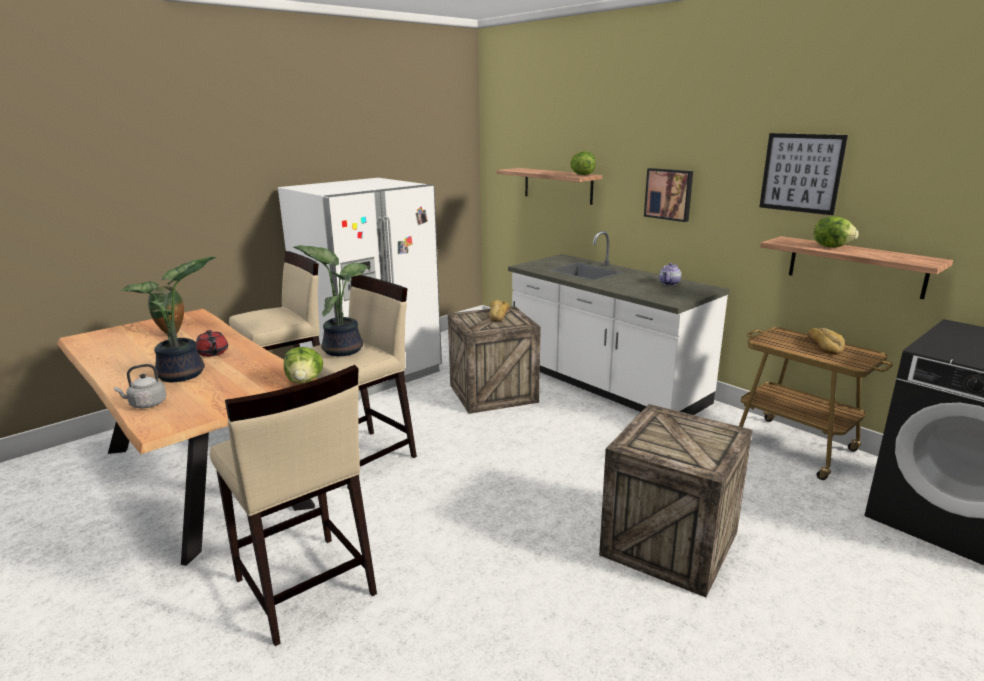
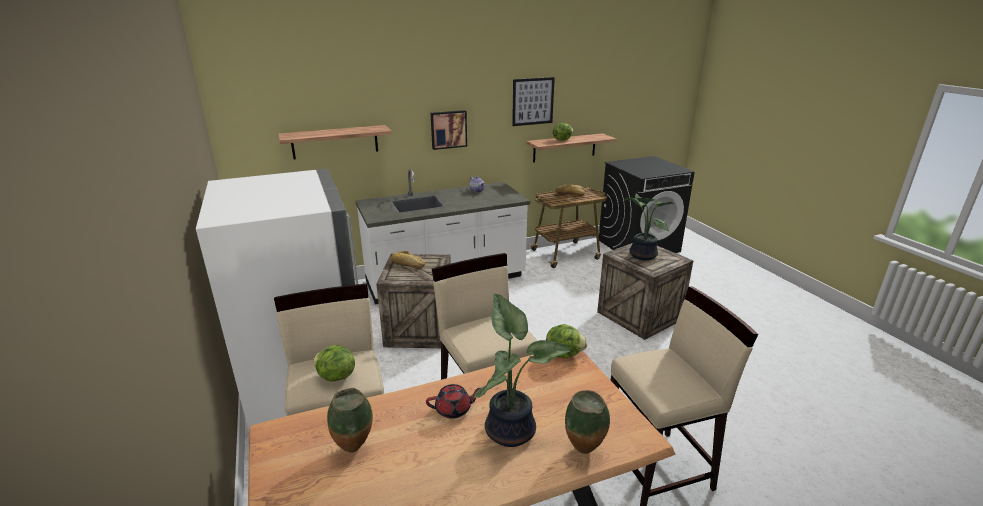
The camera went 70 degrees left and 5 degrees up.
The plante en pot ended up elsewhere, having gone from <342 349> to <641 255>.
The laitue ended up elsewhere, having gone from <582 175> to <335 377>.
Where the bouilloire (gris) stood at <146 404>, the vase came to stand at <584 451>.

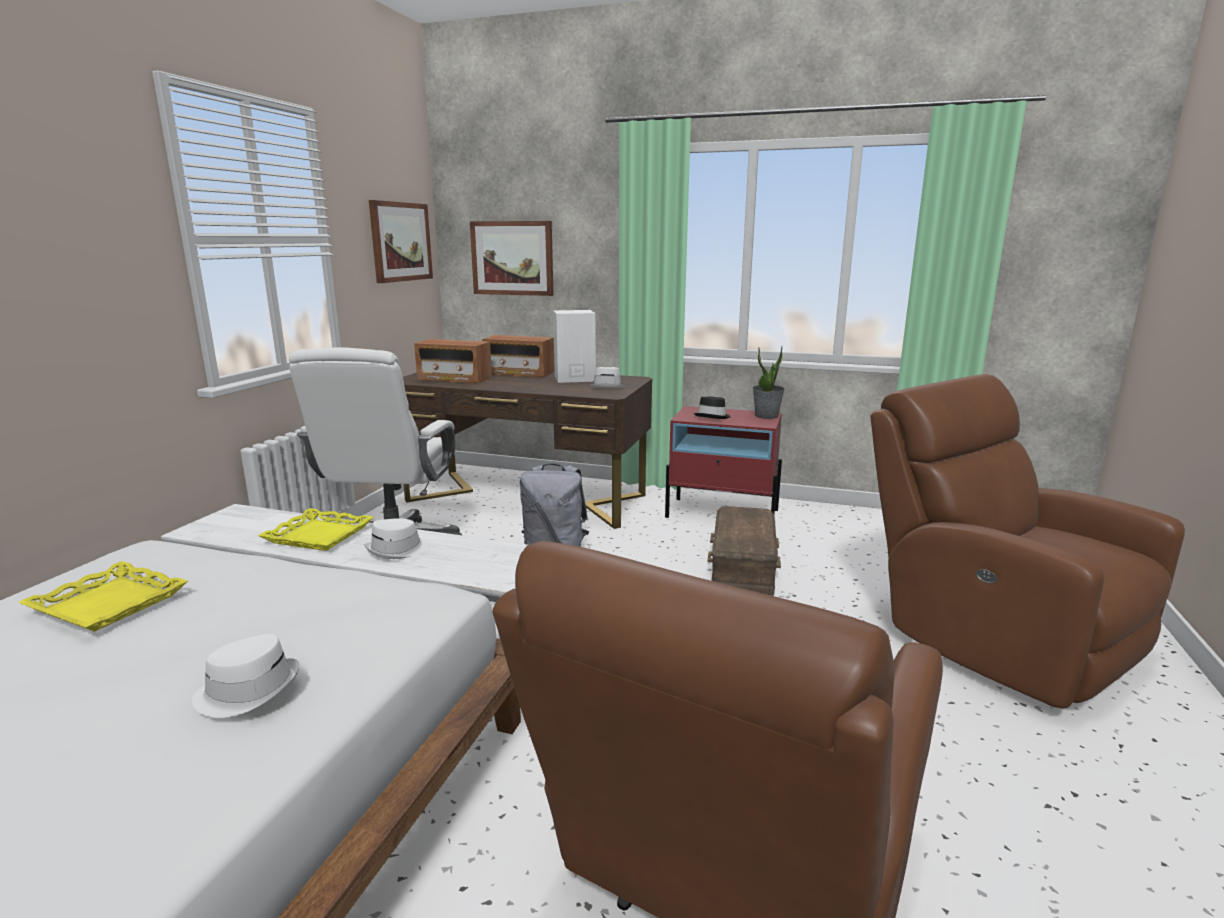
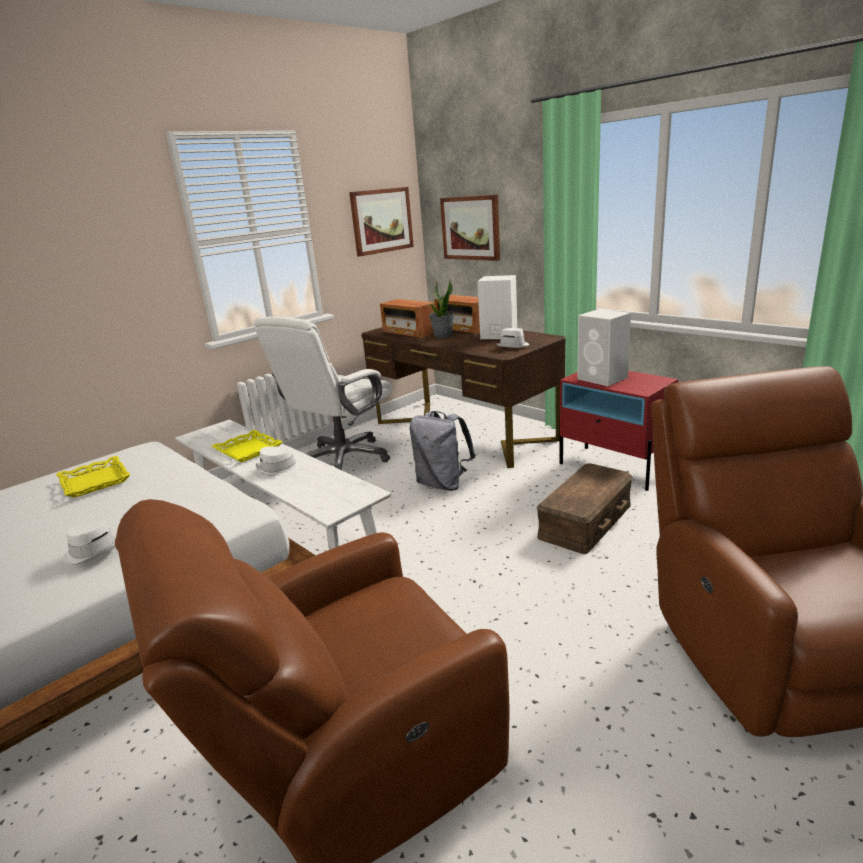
The camera went 30 degrees right and 5 degrees up.
The plante en pot ended up elsewhere, having gone from <766 416> to <443 336>.
Where the chapeau (noir) stood at <713 416>, the enceinte (blanc) came to stand at <603 378>.

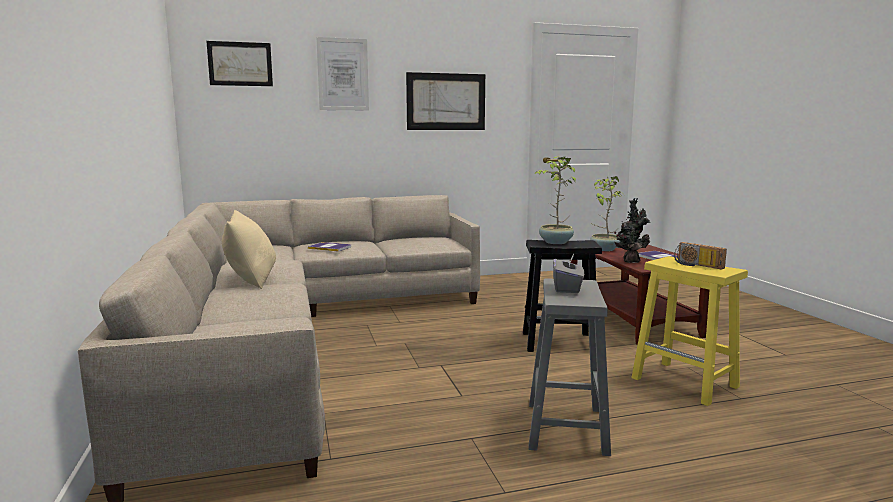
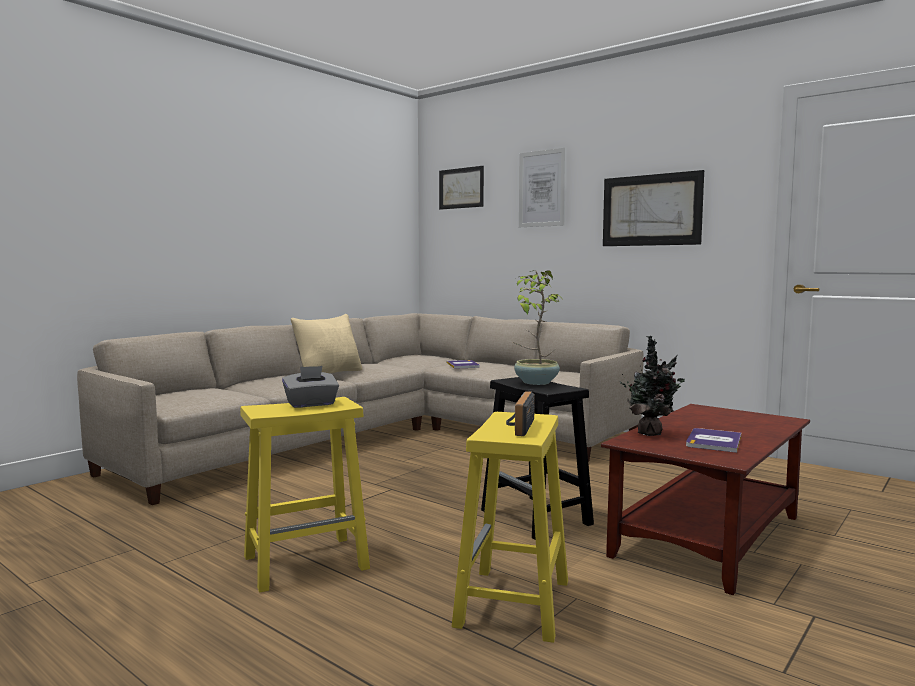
The camera went 55 degrees right and 5 degrees down.
The second view lost the plante en pot at <603 249>.
What was the tabouret (gris) at <565 427> turned into the tabouret (jaune) at <307 562>.

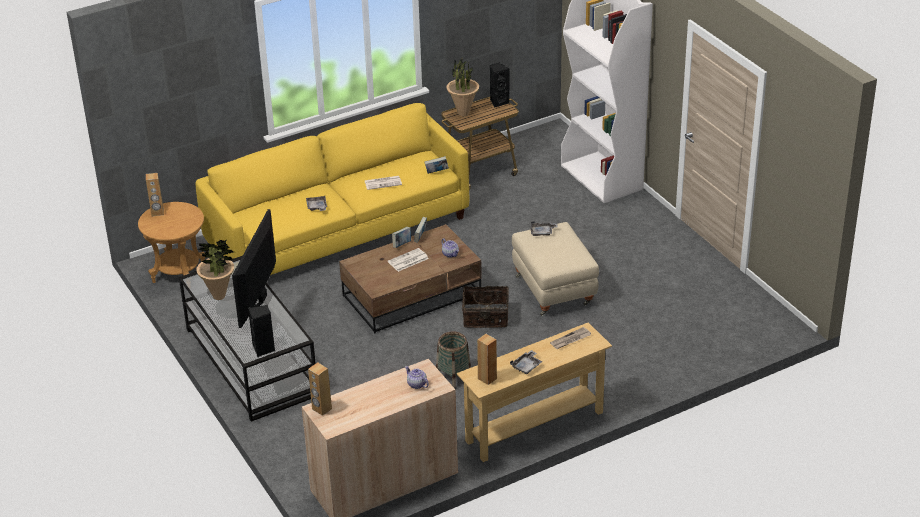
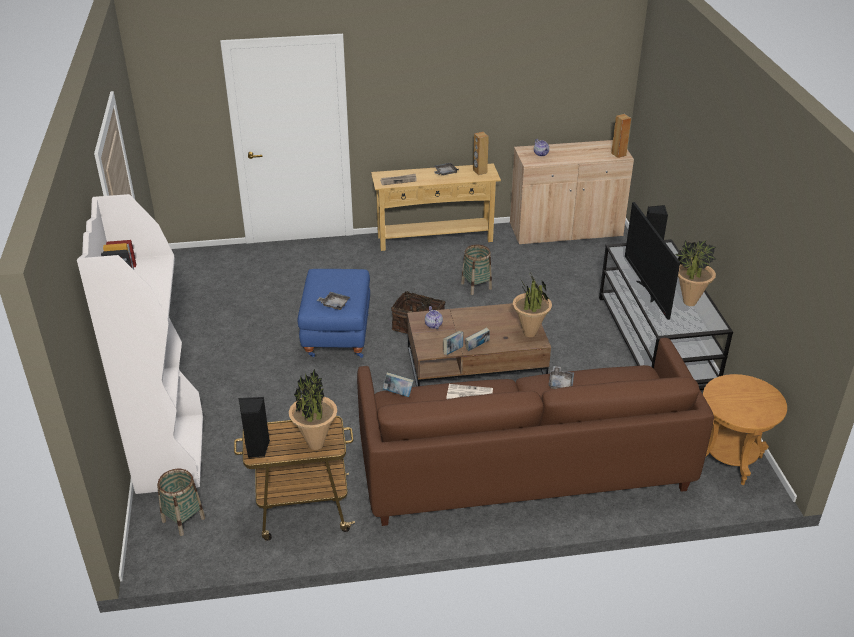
The camera went 160 degrees left and 0 degrees up.
The second view lost the enceinte (marron) at <157 212>.
The second view lost the journal at <408 260>.
The second view gained the panier at <183 519>.
The second view gained the plante en pot at <530 333>.
What was the canapé (jaune) at <338 231> turned into the canapé (marron) at <524 466>.
What was the pouf (beige) at <555 290> turned into the pouf (bleu) at <336 335>.
The téléviseur at <260 298> ended up facing another way, 135 degrees clockwise from before.

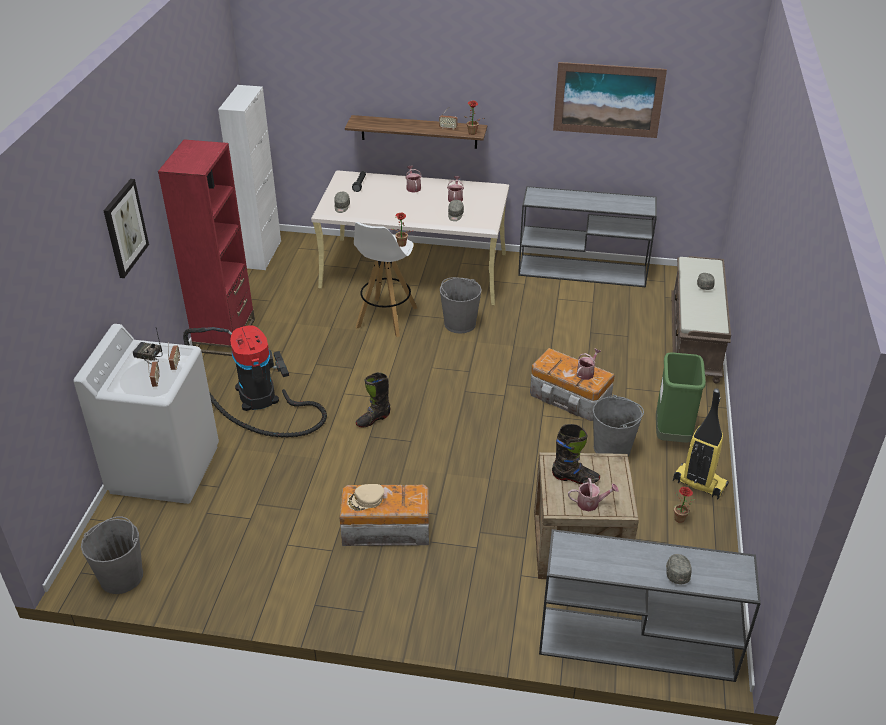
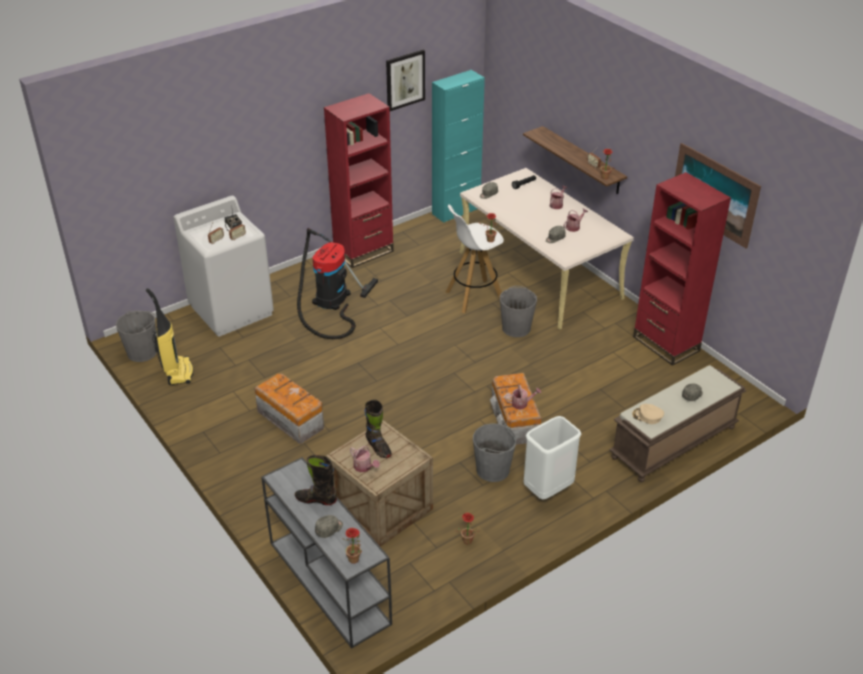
The camera went 45 degrees right and 0 degrees up.
The second view gained the plante en pot at <355 560>.
The tableau ended up elsewhere, having gone from <125 228> to <405 80>.
The casquette (beige) ended up elsewhere, having gone from <366 500> to <647 416>.
The botte (noir) ended up elsewhere, having gone from <373 419> to <316 499>.
The aspirateur ended up elsewhere, having gone from <698 483> to <178 372>.
Where the table console (gris) stood at <583 271>, the bibliothèque (rouge) came to stand at <666 344>.
What was the meuble de rangement (blanc) at <262 254> turned into the meuble de rangement (turquoise) at <456 211>.
What was the poubelle (vert) at <672 435> turned into the poubelle (blanc) at <548 490>.

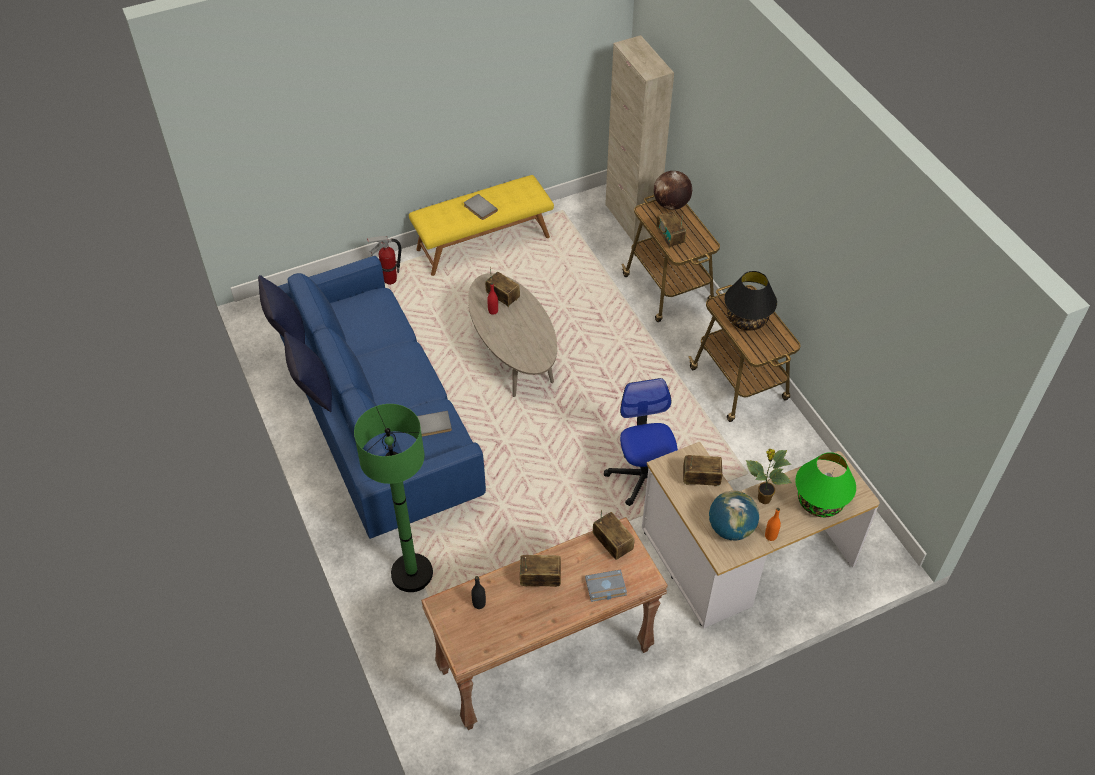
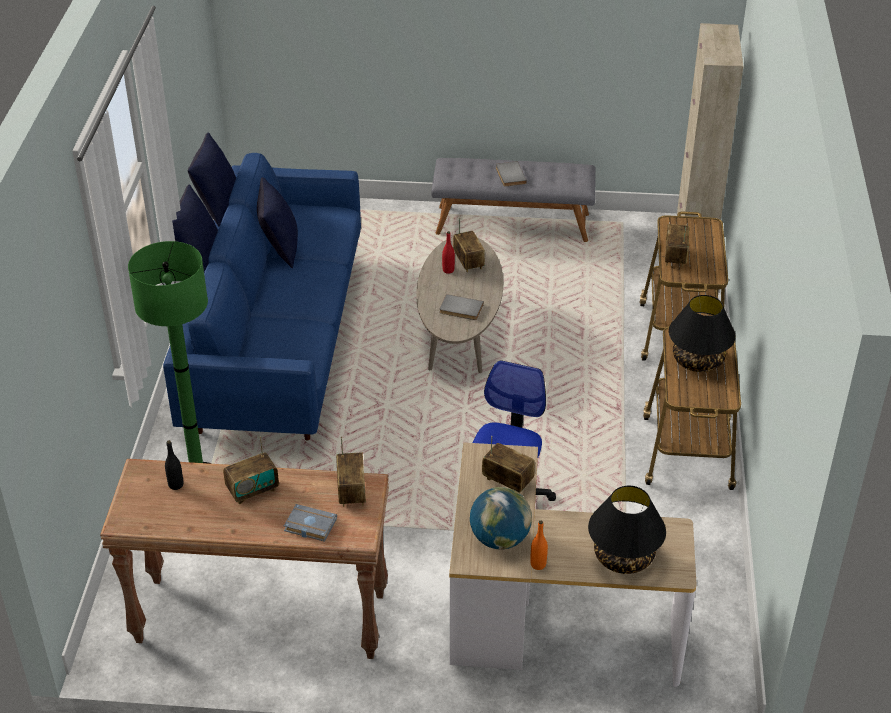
The camera went 30 degrees right and 10 degrees down.
The second view lost the extincteur at <389 280>.
The second view lost the globe at <671 205>.
The second view lost the plante en pot at <763 499>.
The second view gained the coussin (bleu) at <279 249>.
The livre (gris) ended up elsewhere, having gone from <432 426> to <460 309>.
What was the banc (jaune) at <483 243> turned into the banc (gris) at <512 223>.
What was the lampe de table (vert) at <820 502> turned into the lampe de table (noir) at <624 557>.
The radio at <540 579> ended up facing another way, 120 degrees clockwise from before.

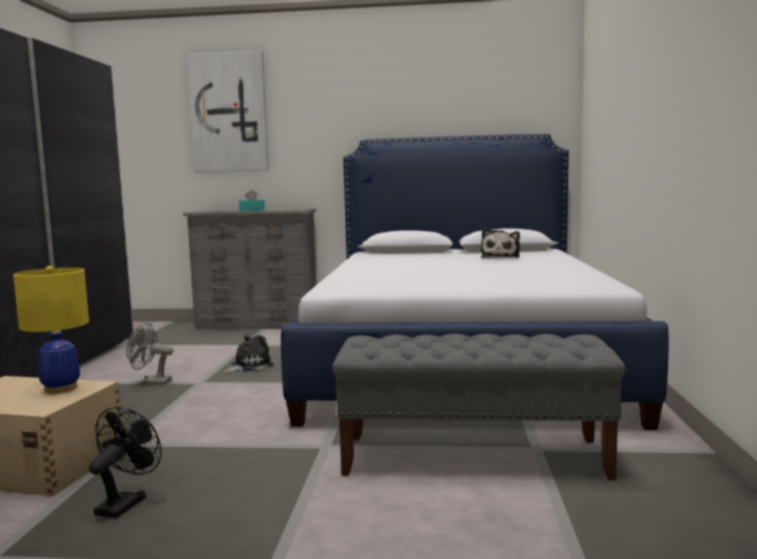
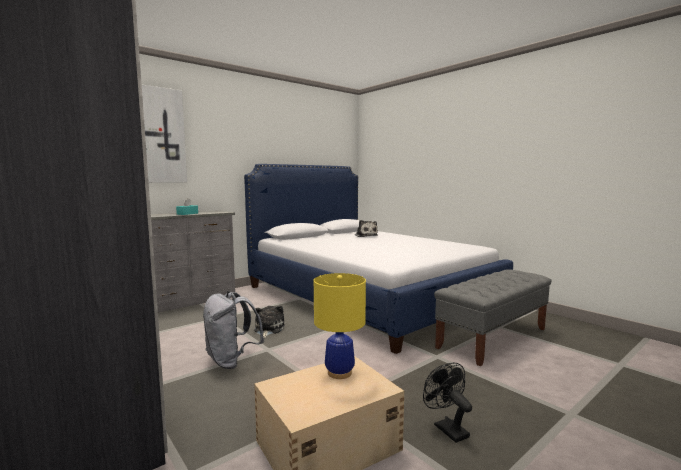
The camera went 45 degrees left and 0 degrees up.
Where the ventilateur (gris) stood at <150 382>, the sac à dos (gris) came to stand at <231 361>.

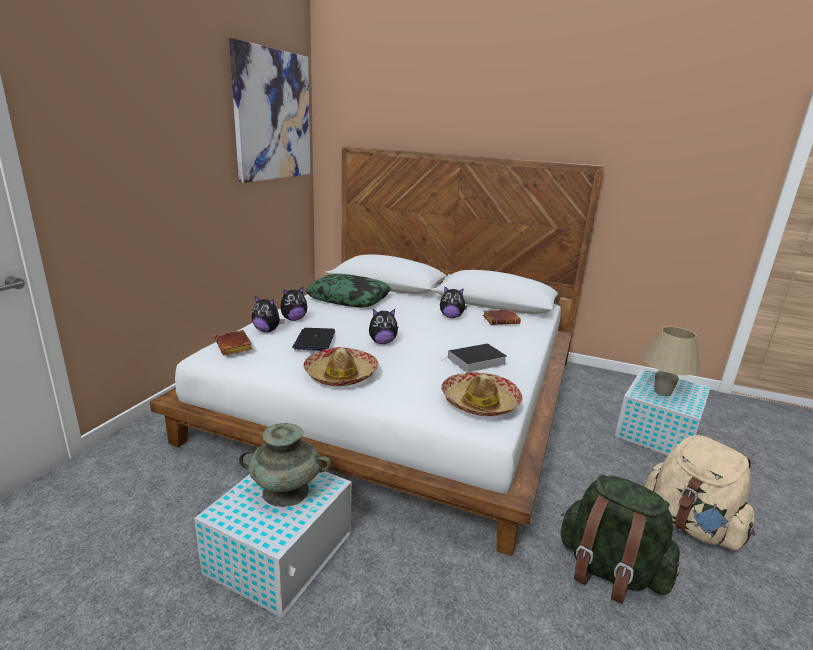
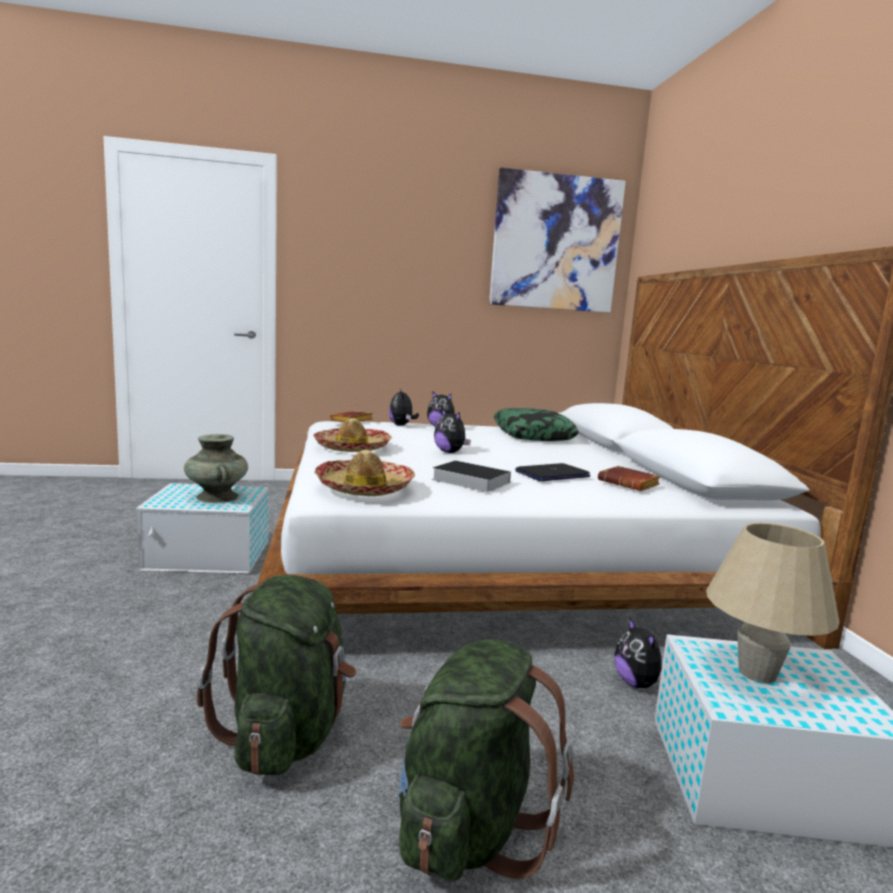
The camera went 60 degrees right and 10 degrees down.
The ordinateur portable ended up elsewhere, having gone from <314 340> to <552 474>.
The peluche ended up elsewhere, having gone from <451 317> to <637 683>.
What was the sac à dos (beige) at <690 525> turned into the sac à dos (vert) at <469 827>.

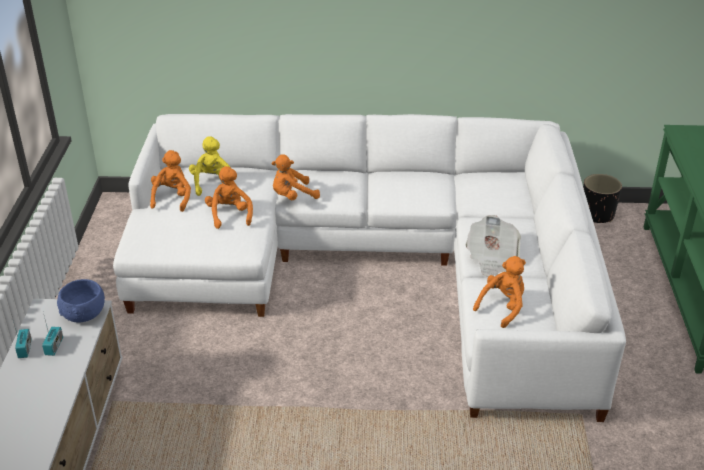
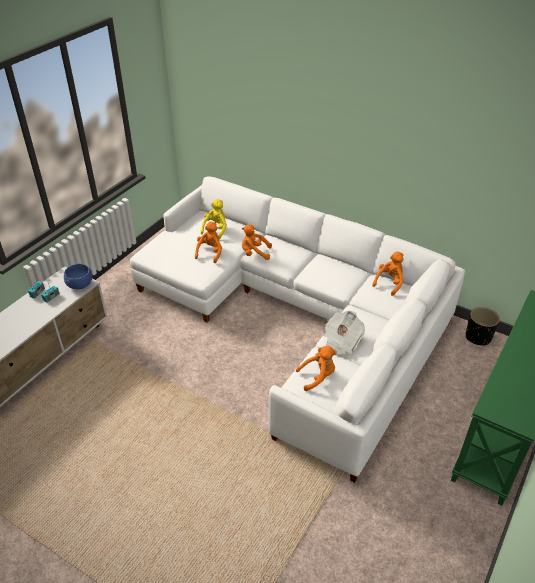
The camera went 30 degrees right and 5 degrees up.
The peluche (orange) ended up elsewhere, having gone from <172 198> to <389 283>.

